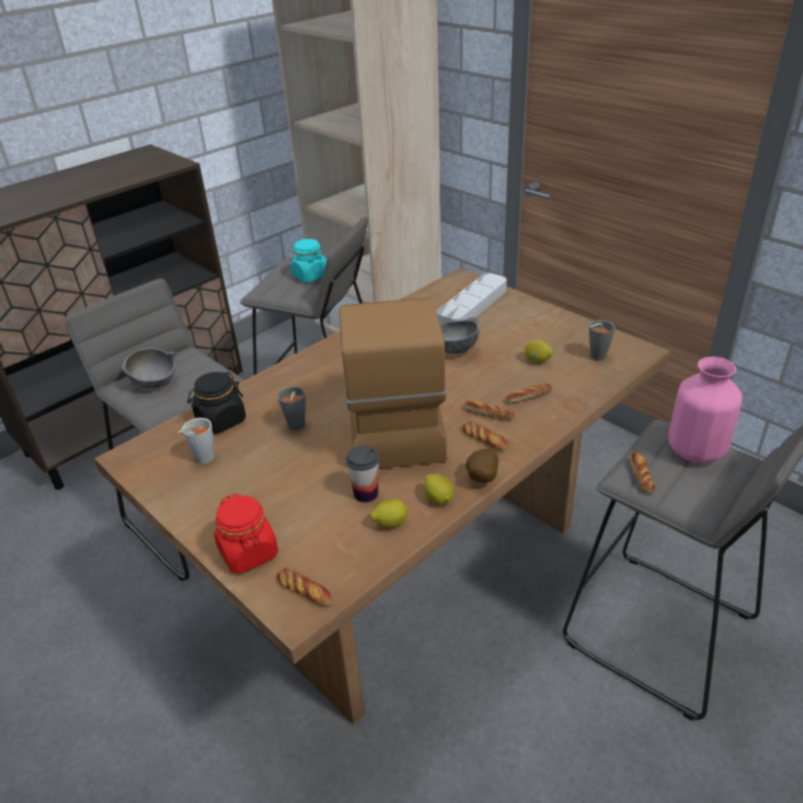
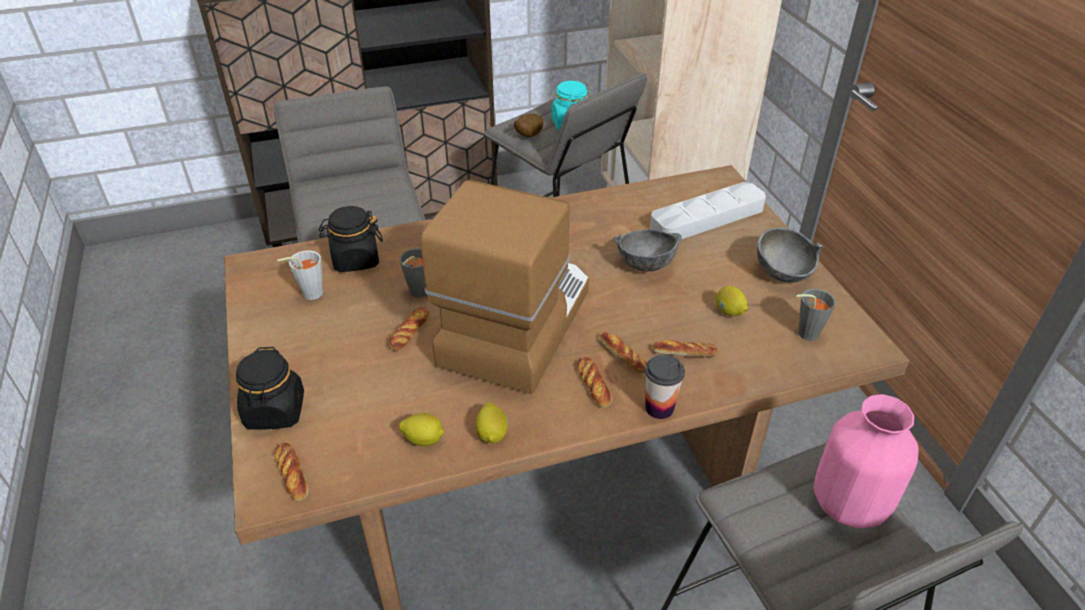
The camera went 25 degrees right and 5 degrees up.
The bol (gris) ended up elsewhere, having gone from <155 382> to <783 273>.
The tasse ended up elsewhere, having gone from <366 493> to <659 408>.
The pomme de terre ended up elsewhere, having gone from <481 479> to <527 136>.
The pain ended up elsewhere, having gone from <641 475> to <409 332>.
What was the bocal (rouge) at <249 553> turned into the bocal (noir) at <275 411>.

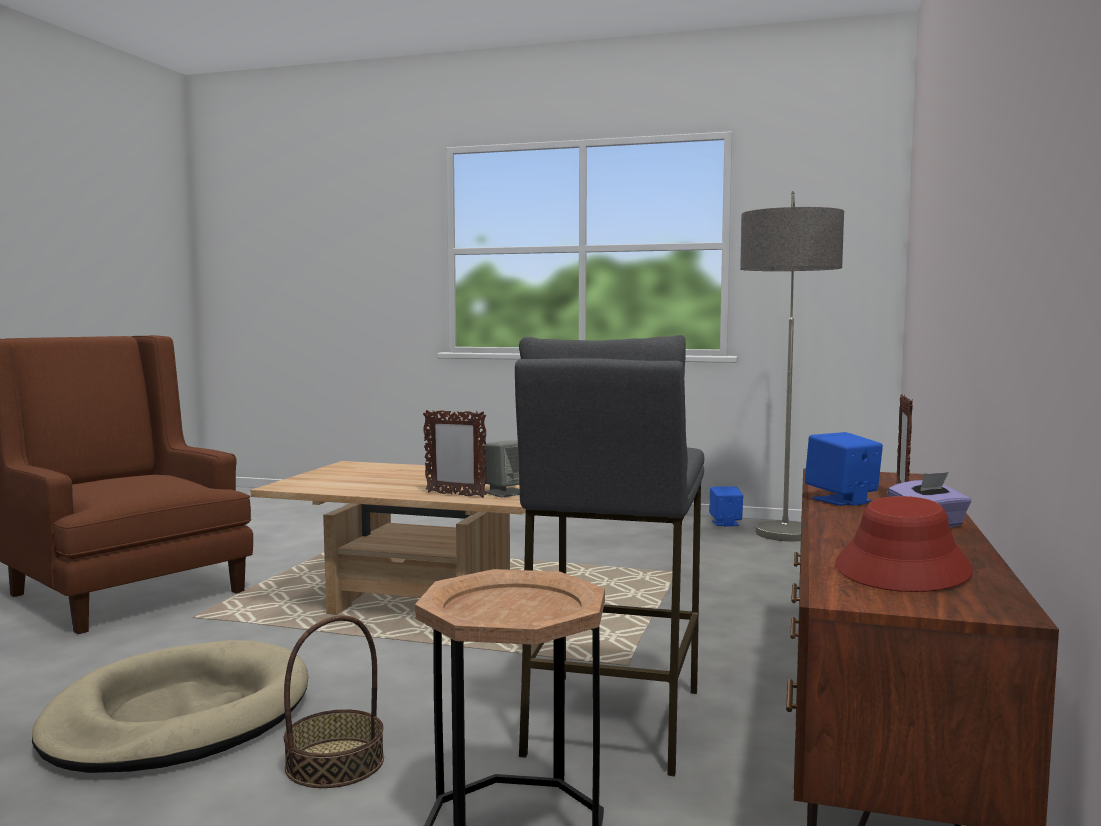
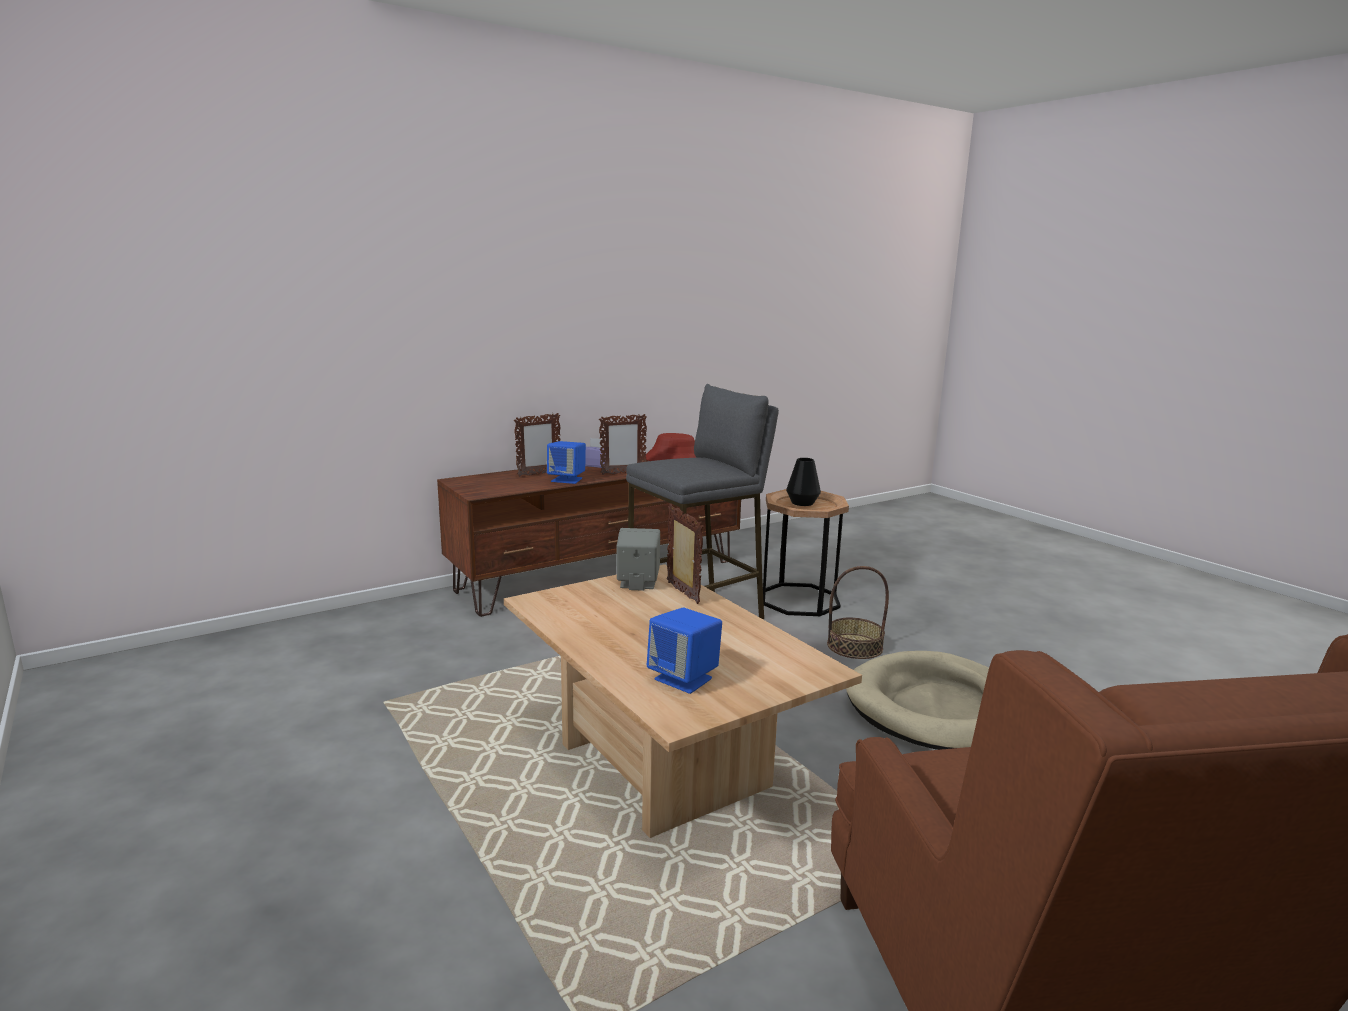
The camera went 140 degrees left and 10 degrees up.
The second view lost the lampadaire at <782 552>.
The second view gained the cadre photo at <622 473>.
The second view gained the vase (noir) at <802 503>.
The enceinte (bleu) ended up elsewhere, having gone from <725 523> to <684 679>.

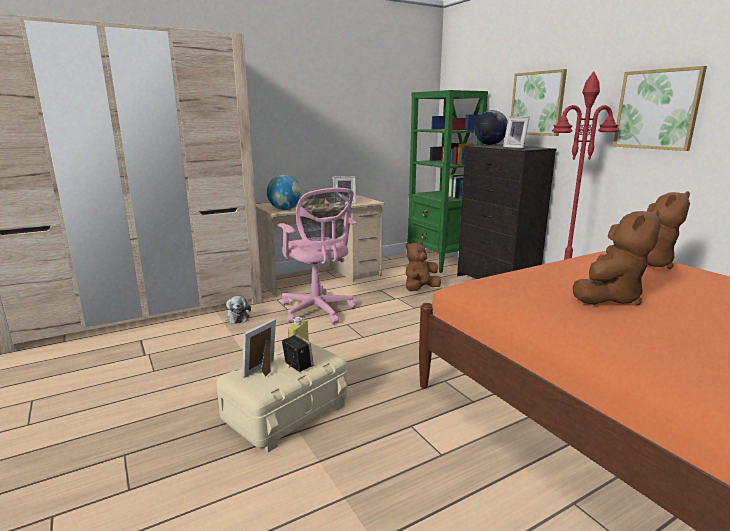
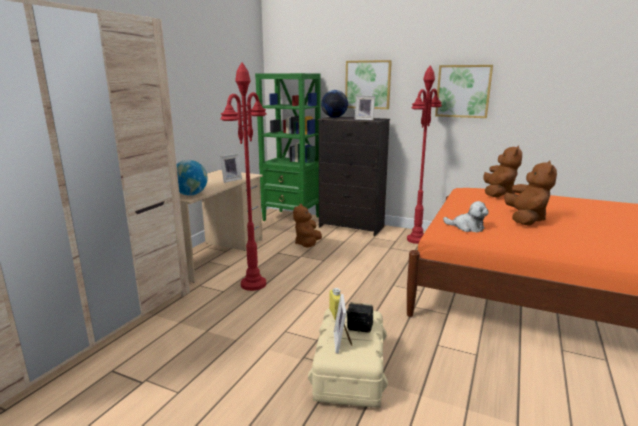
The camera went 35 degrees left and 0 degrees up.
The peluche ended up elsewhere, having gone from <237 317> to <467 227>.
Where the chaise de bureau (rose) stood at <318 311>, the lampadaire (rouge) came to stand at <253 284>.

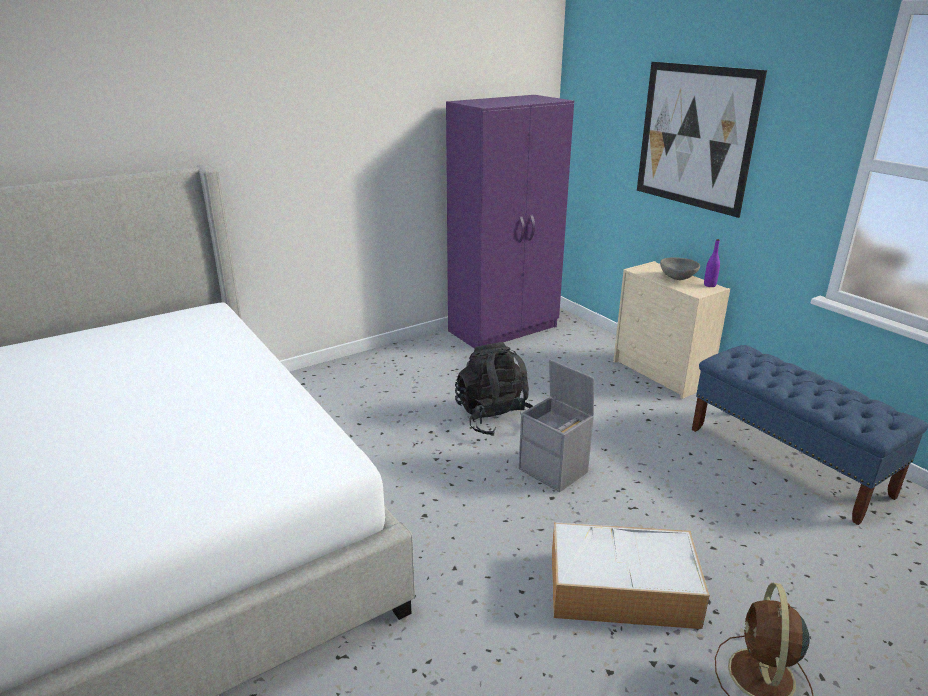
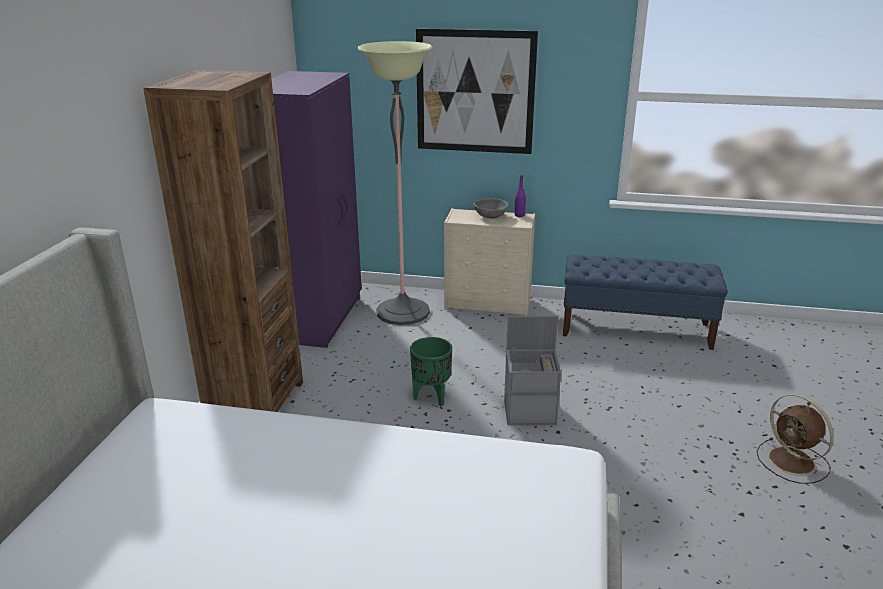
The camera went 45 degrees left and 0 degrees up.
The second view lost the boîte de rangement at <619 589>.
The second view gained the bibliothèque (marron) at <255 401>.
The second view gained the lampadaire at <403 312>.
Where the sac à dos (noir) stood at <494 419>, the cache-pot (vert) came to stand at <431 397>.

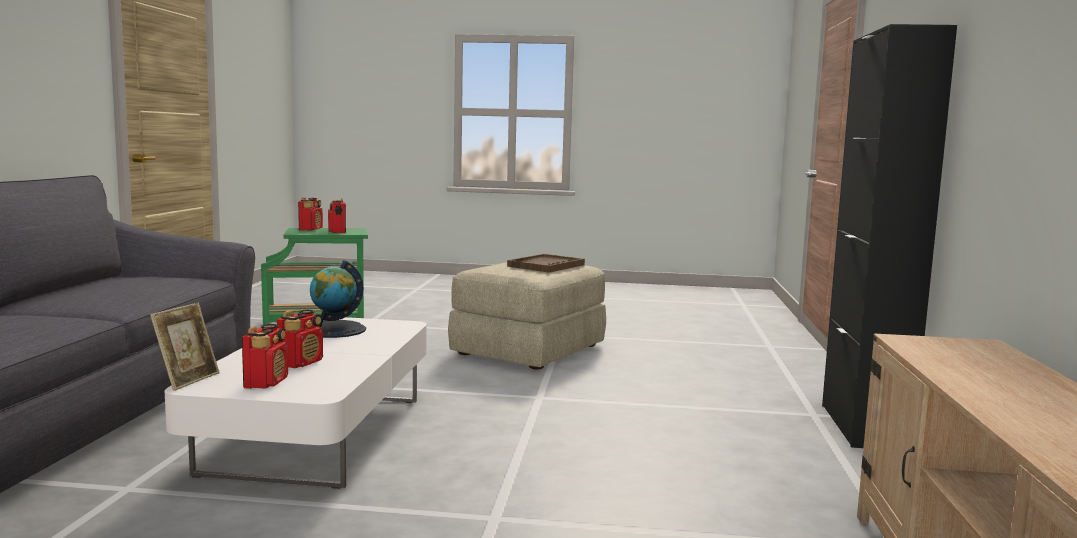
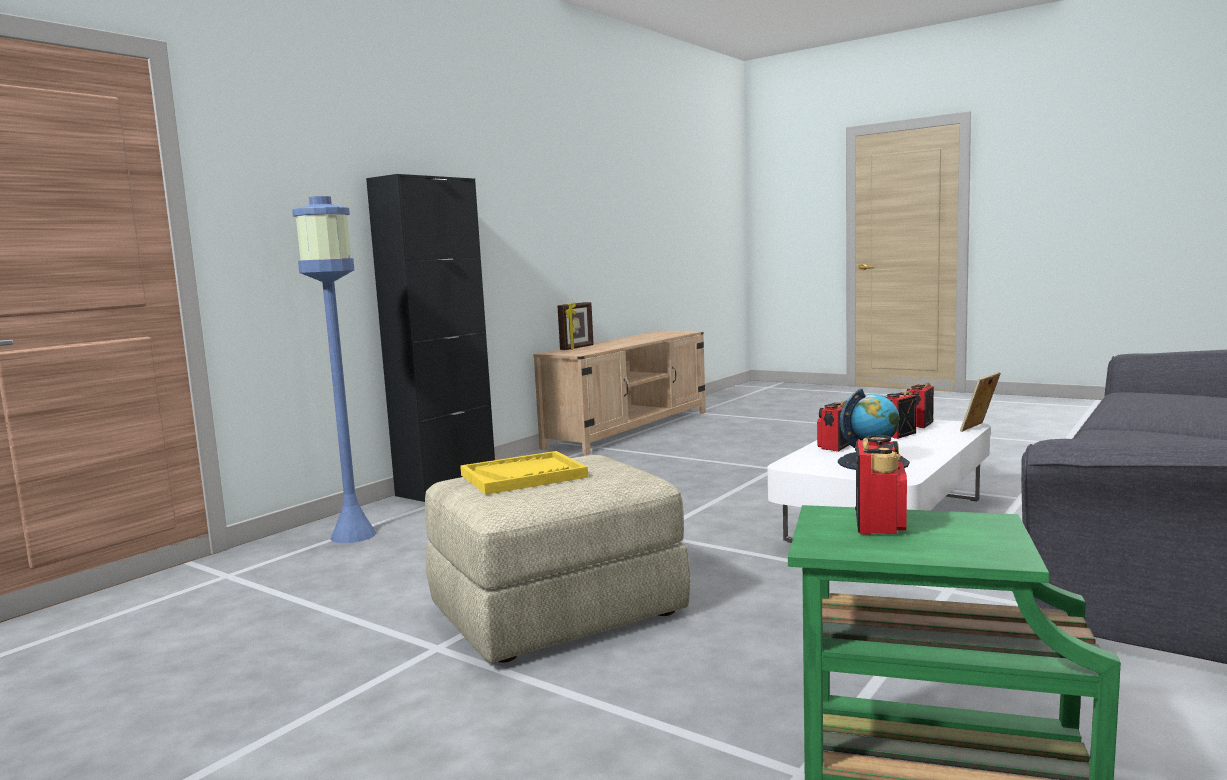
The camera went 150 degrees left and 0 degrees up.
The second view gained the lampadaire (bleu) at <353 535>.
The second view gained the cadre photo at <577 348>.
The radio ended up elsewhere, having gone from <311 229> to <834 447>.
What was the plateau (marron) at <546 265> turned into the plateau (jaune) at <523 476>.

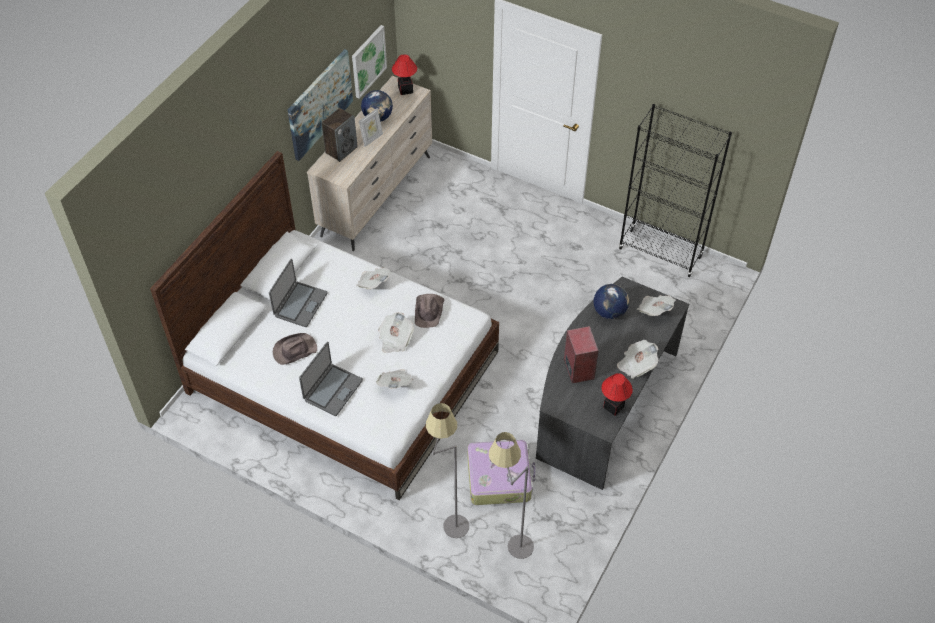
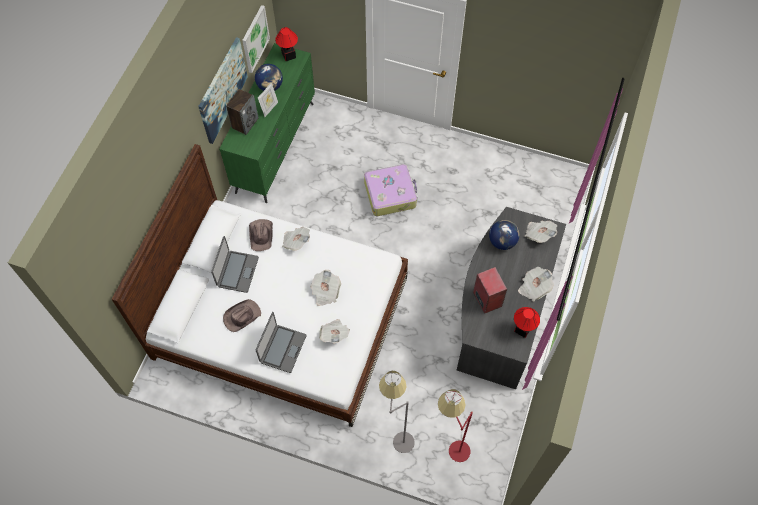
The camera went 10 degrees left and 10 degrees up.
The second view lost the bibliothèque (noir) at <660 253>.
The chapeau (marron) ended up elsewhere, having gone from <429 311> to <261 235>.
The valise ended up elsewhere, having gone from <499 477> to <390 194>.
What was the commode (beige) at <377 195> turned into the commode (vert) at <276 147>.
What was the lampadaire (gris) at <509 542> turned into the lampadaire (rouge) at <449 449>.

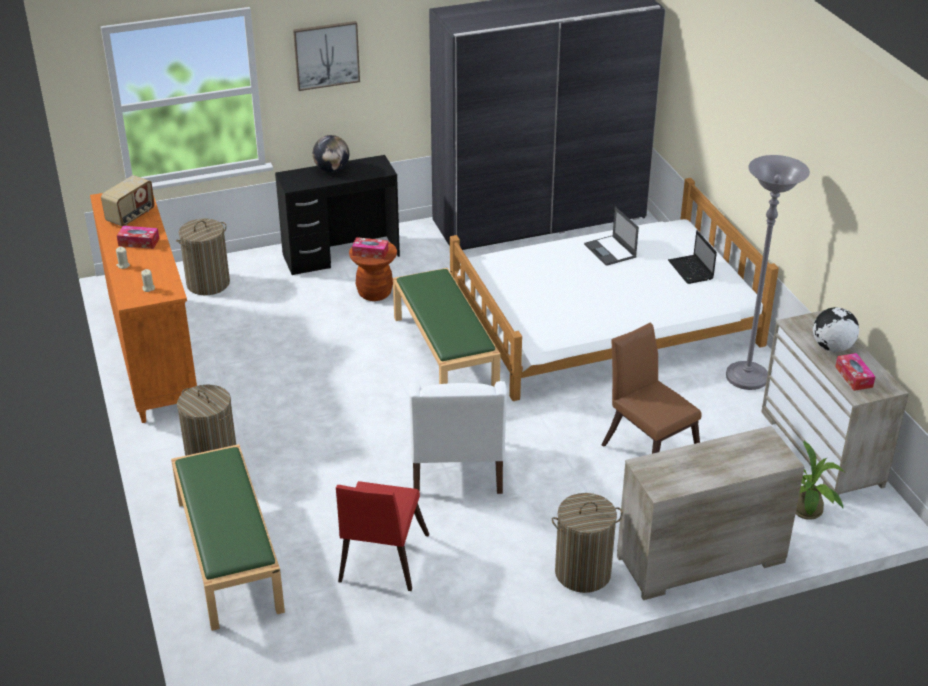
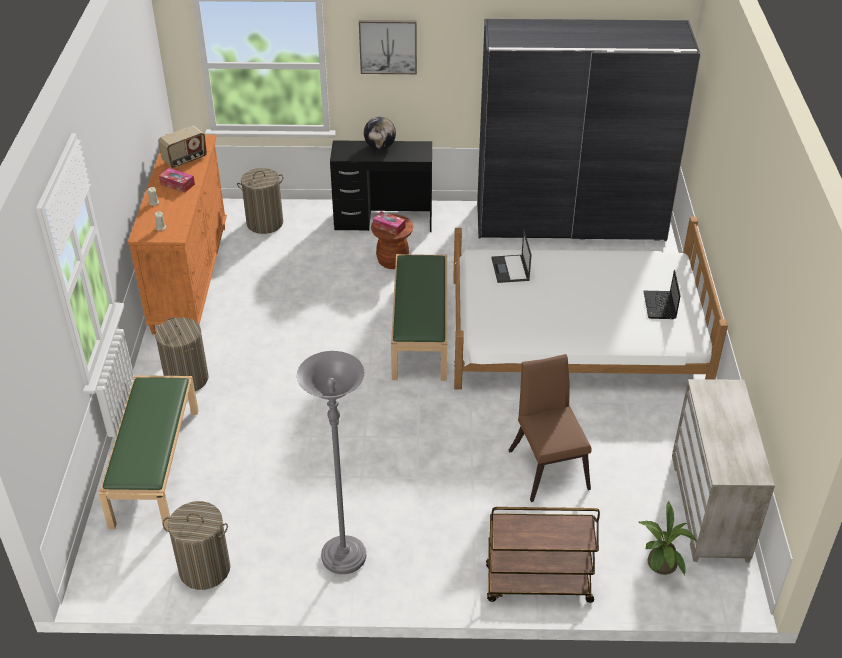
The camera went 20 degrees right and 5 degrees up.
The second view lost the chaise (rouge) at <381 562>.
The second view lost the fauteuil (blanc) at <456 468>.
The second view lost the globe at <832 348>.
The second view lost the boîte à mouchoirs at <853 377>.
The panier à linge ended up elsewhere, having gone from <582 573> to <204 569>.
The ordinateur portable ended up elsewhere, having gone from <610 251> to <510 269>.
The lampadaire (gris) ended up elsewhere, having gone from <746 378> to <344 556>.
Where the commode (beige) stood at <701 560>, the chariot (marron) came to stand at <537 585>.

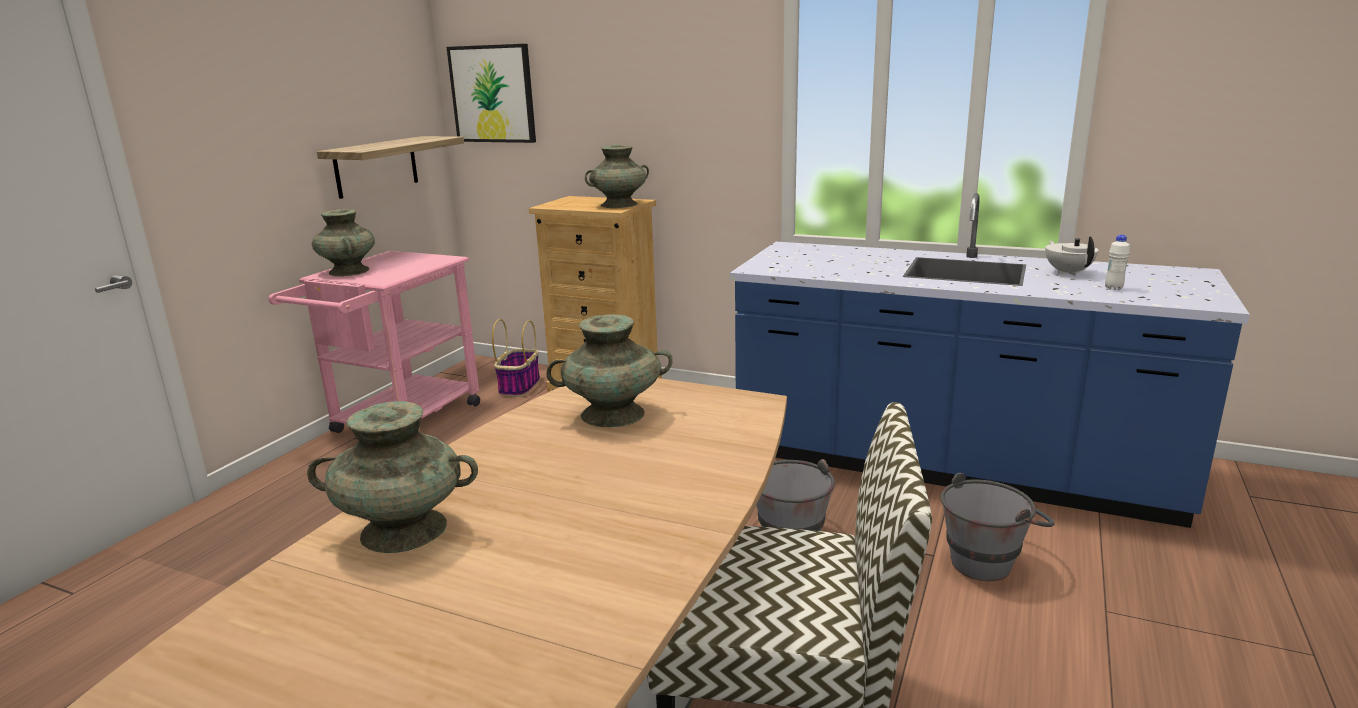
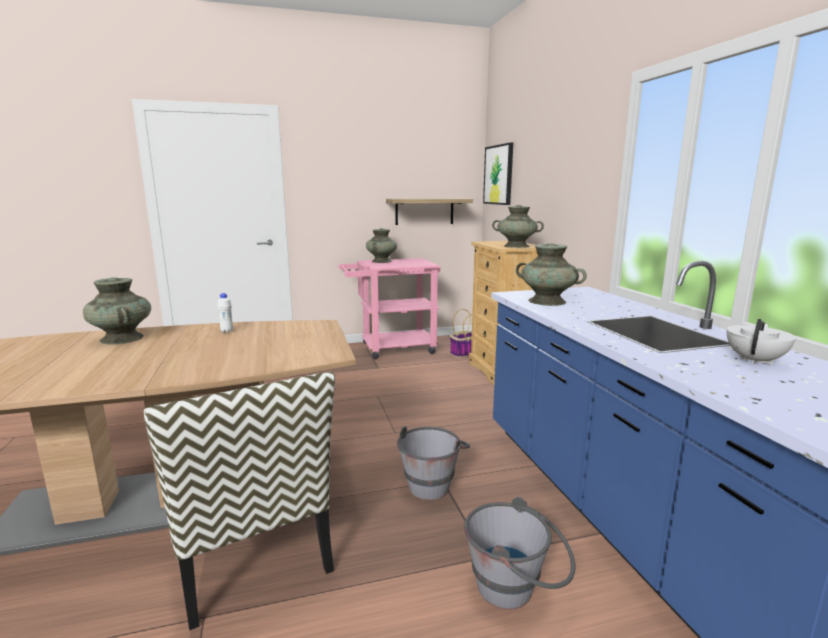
The camera went 50 degrees right and 5 degrees down.
The vase (turquoise) ended up elsewhere, having gone from <613 414> to <547 301>.
The bouteille (blanc) ended up elsewhere, having gone from <1113 288> to <227 331>.

